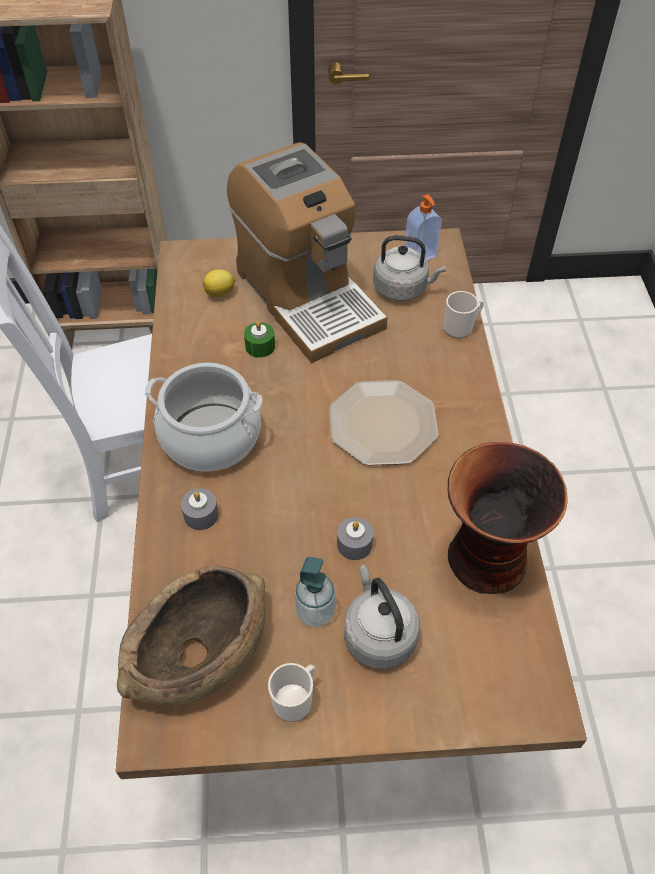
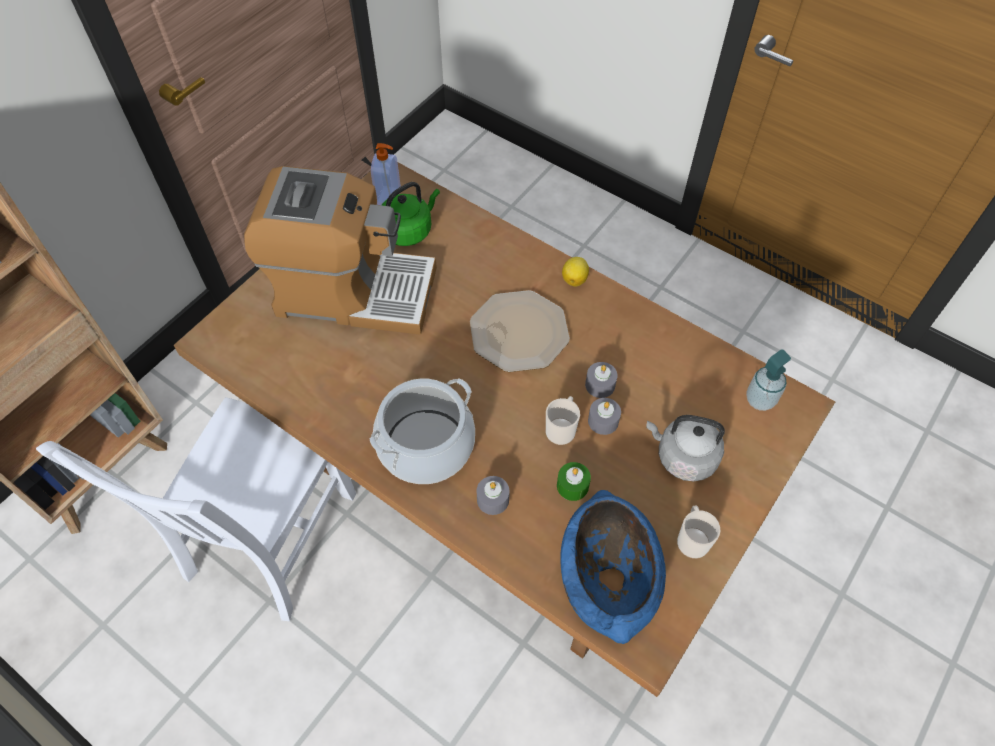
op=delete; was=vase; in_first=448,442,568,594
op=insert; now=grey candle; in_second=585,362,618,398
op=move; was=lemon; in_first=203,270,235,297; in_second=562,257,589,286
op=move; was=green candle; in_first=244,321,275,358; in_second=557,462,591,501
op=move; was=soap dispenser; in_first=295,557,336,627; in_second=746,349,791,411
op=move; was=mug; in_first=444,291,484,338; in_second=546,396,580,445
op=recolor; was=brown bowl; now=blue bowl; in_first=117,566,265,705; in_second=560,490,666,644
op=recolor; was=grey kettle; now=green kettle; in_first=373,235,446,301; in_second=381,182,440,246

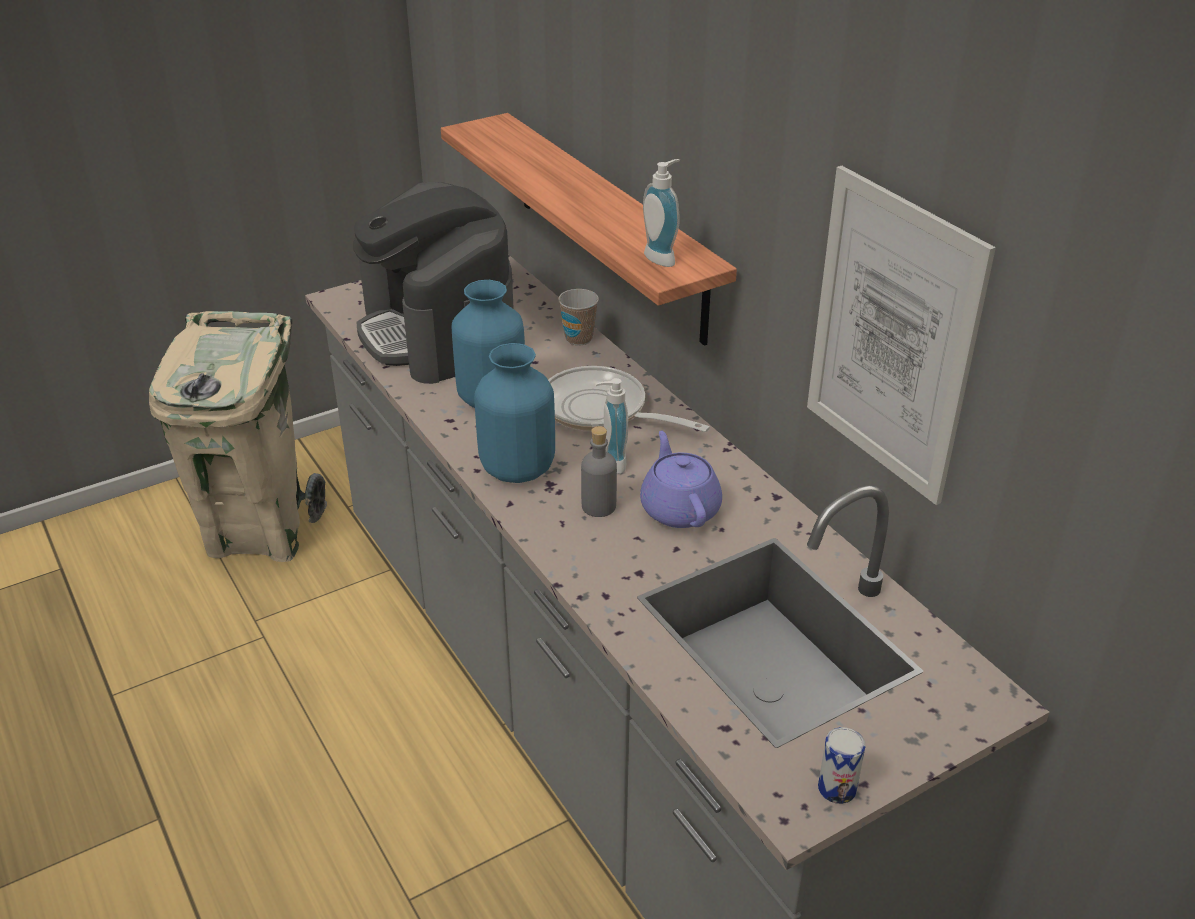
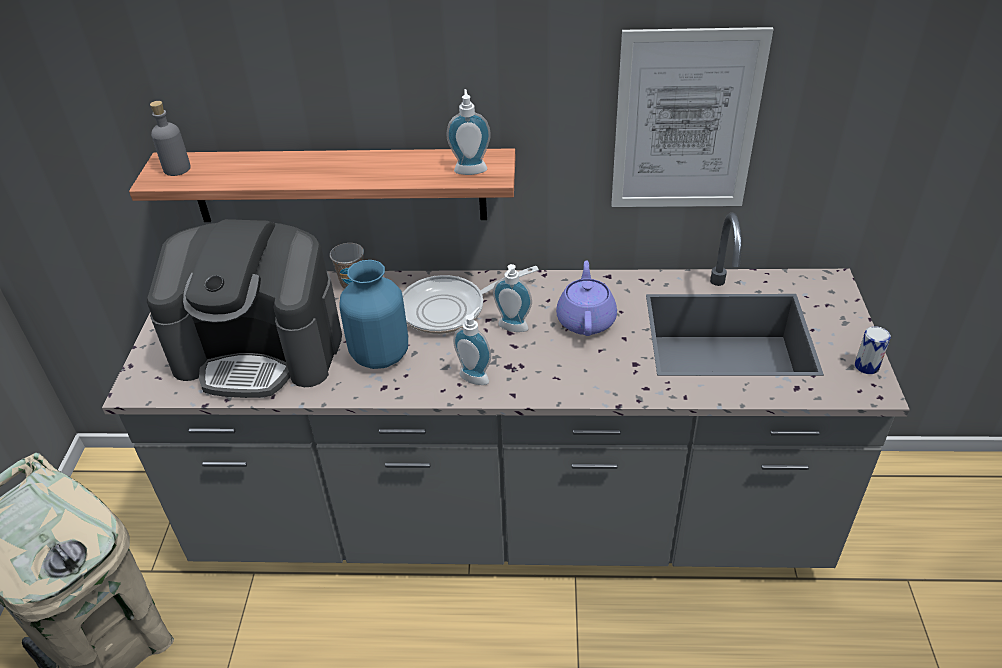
op=move; was=grey bottle; in_first=581,426,617,517; in_second=150,101,191,176
op=replace; was=blue vase; now=soap dispenser; in_first=474,343,555,483; in_second=453,307,491,385
op=rotate; was=purple teapot; in_first=640,430,722,528; in_second=556,260,617,336; clockwise=75

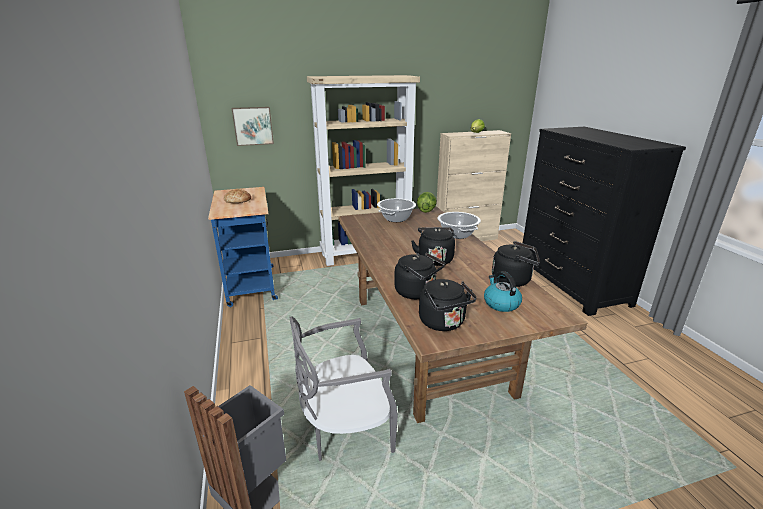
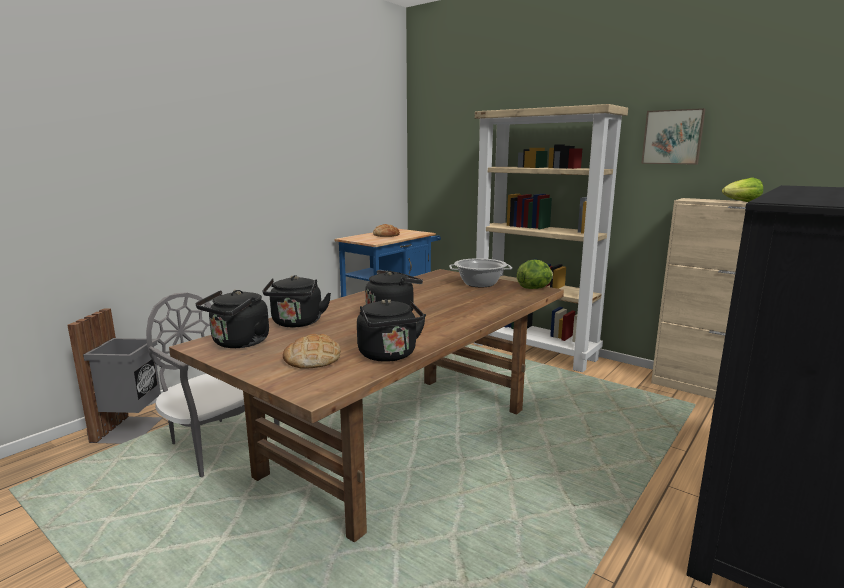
op=delete; was=cooking pot; in_first=437,212,481,239
op=move; was=picture; in_first=232,107,274,146; in_second=641,108,705,165
op=replace; was=kettle; now=bread; in_first=484,271,522,312; in_second=283,334,341,369

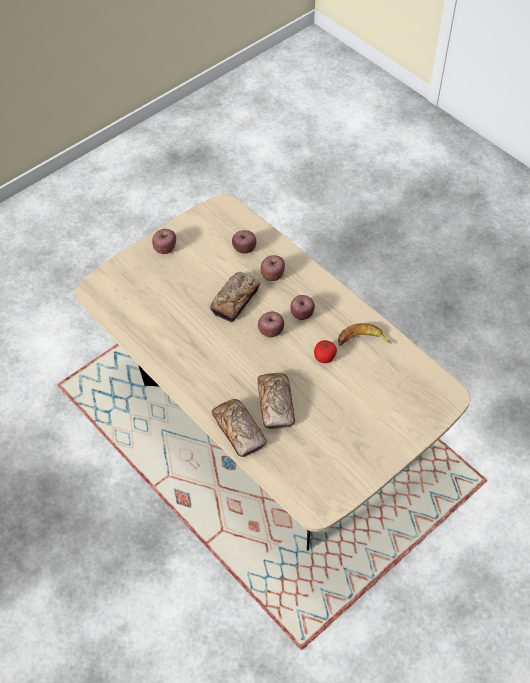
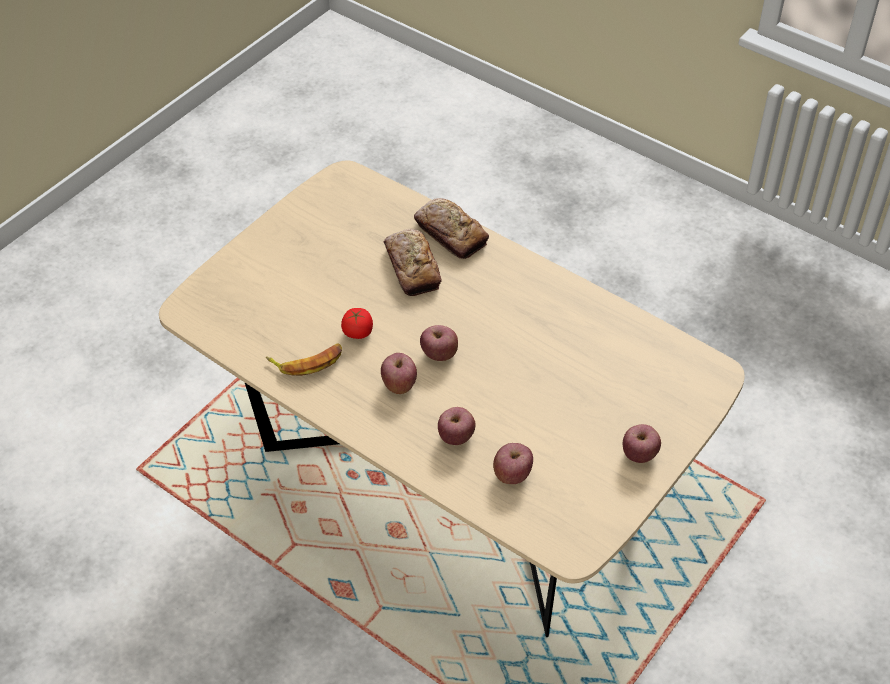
op=delete; was=bread; in_first=210,272,260,322

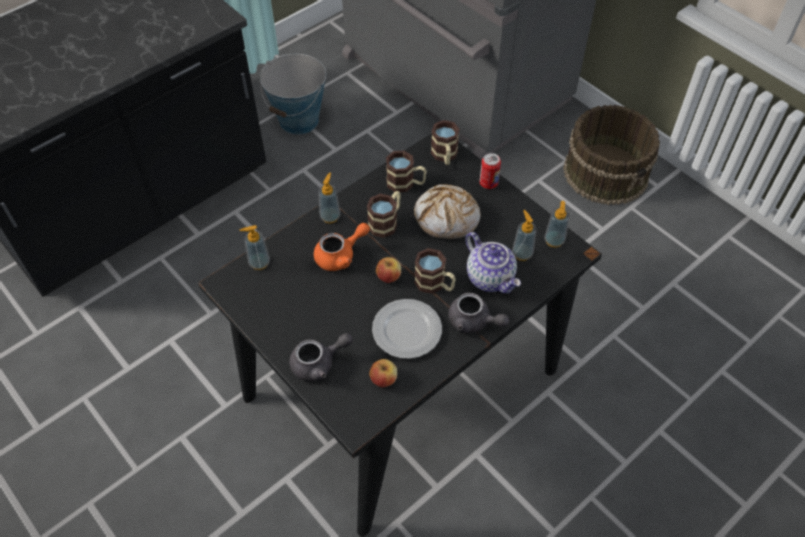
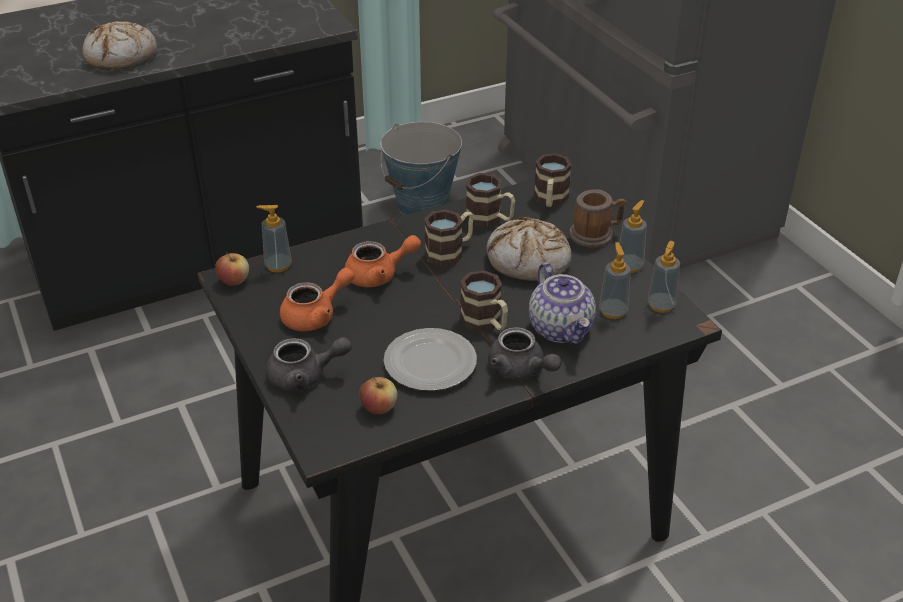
op=delete; was=brown bucket; in_first=563,105,660,205
op=insert; now=bread; in_second=83,21,157,69
op=insert; now=orange teapot; in_second=280,268,355,331
op=move; was=soap dispenser; in_first=318,172,341,223; in_second=619,200,647,273
op=move; was=apple; in_first=376,257,401,283; in_second=215,253,249,286
op=replace; was=can; now=mug; in_first=479,153,501,189; in_second=569,189,627,248

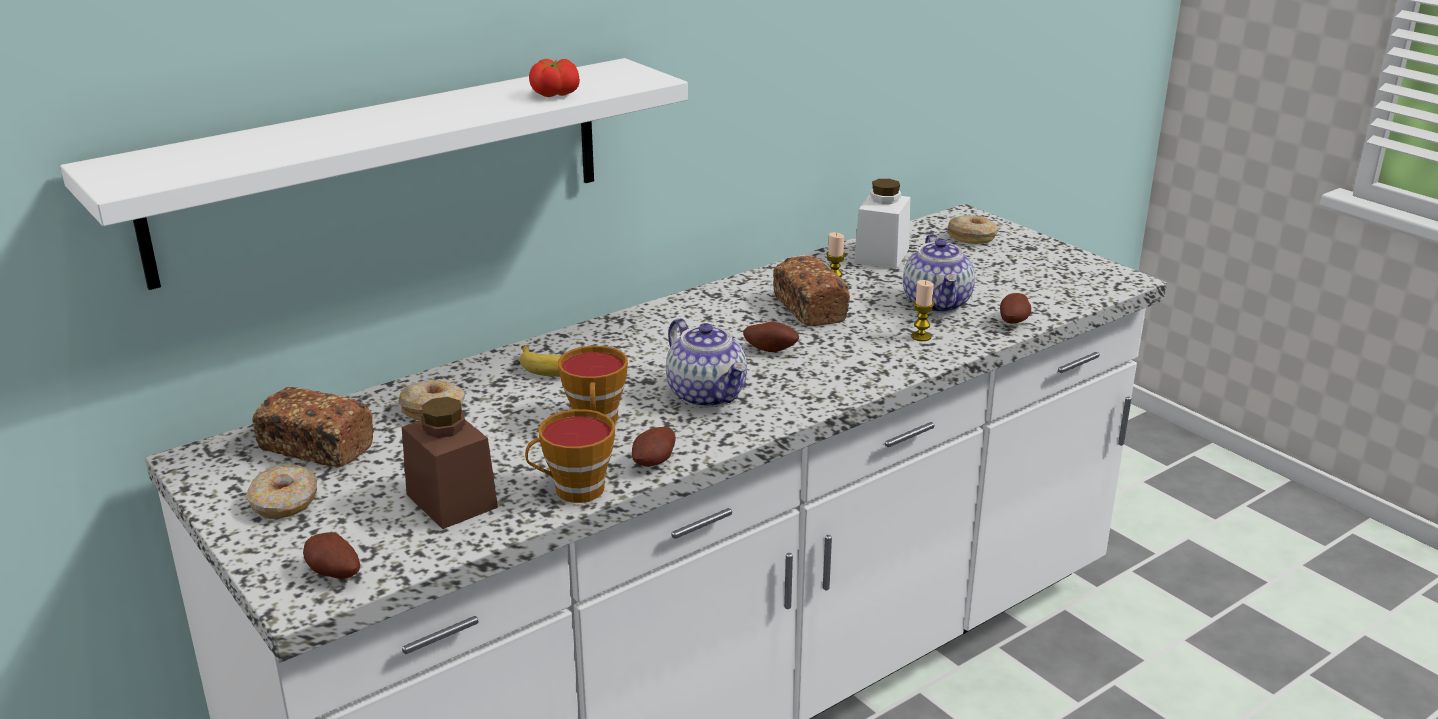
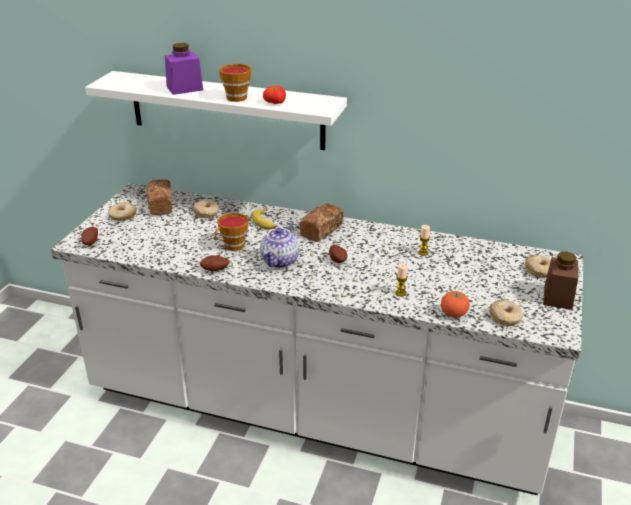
op=delete; was=white jar; in_first=854,179,910,269
op=delete; was=teapot; in_first=903,234,975,313
op=insert; now=purple jar; in_second=165,43,203,95
op=insert; now=donut; in_second=490,300,523,326
op=move; was=brown jar; in_first=402,397,498,529; in_second=543,252,578,310
op=move; was=cup; in_first=525,409,615,503; in_second=219,64,251,102
op=move; was=bread; in_first=773,256,850,326; in_second=299,203,343,242
op=replace; was=potato; now=tomato; in_first=1000,293,1031,324; in_second=441,291,470,318

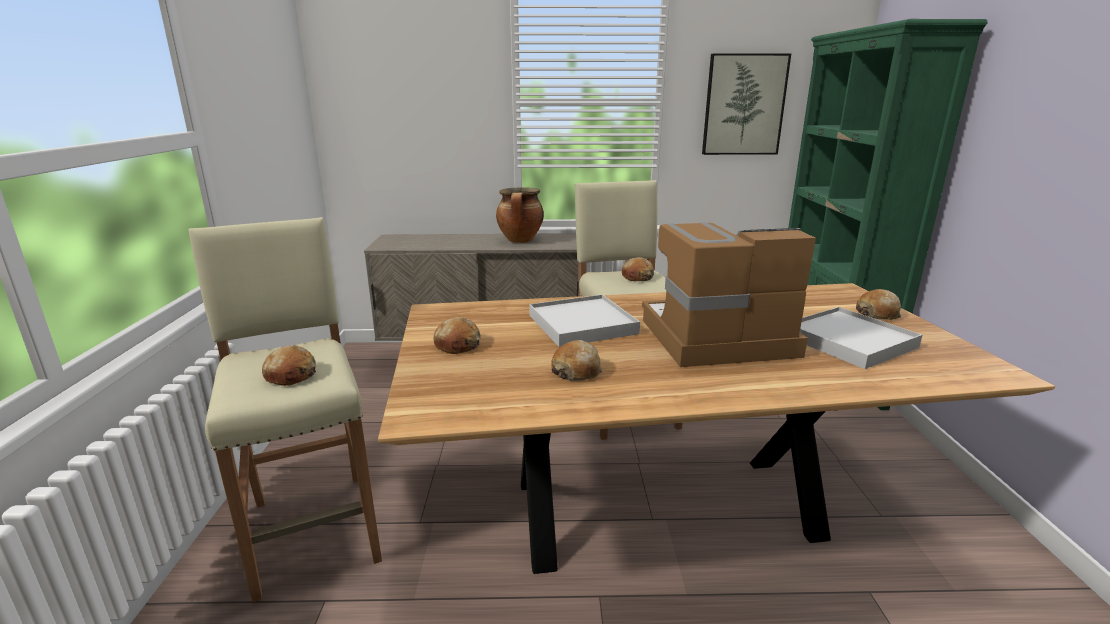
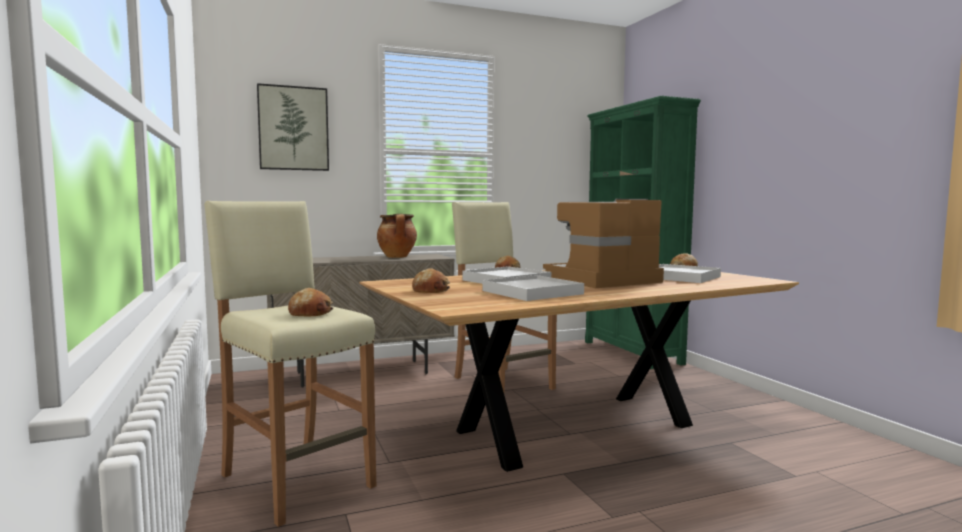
op=move; was=picture; in_first=702,54,791,155; in_second=257,83,329,171
op=replace; was=bread; now=white tray; in_first=551,340,603,381; in_second=482,275,584,301

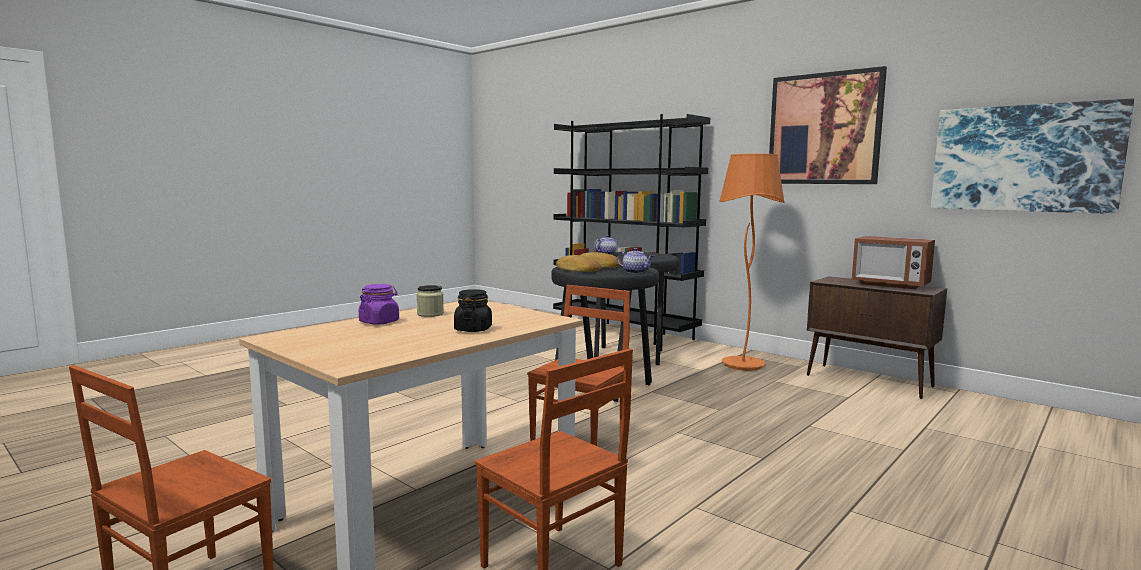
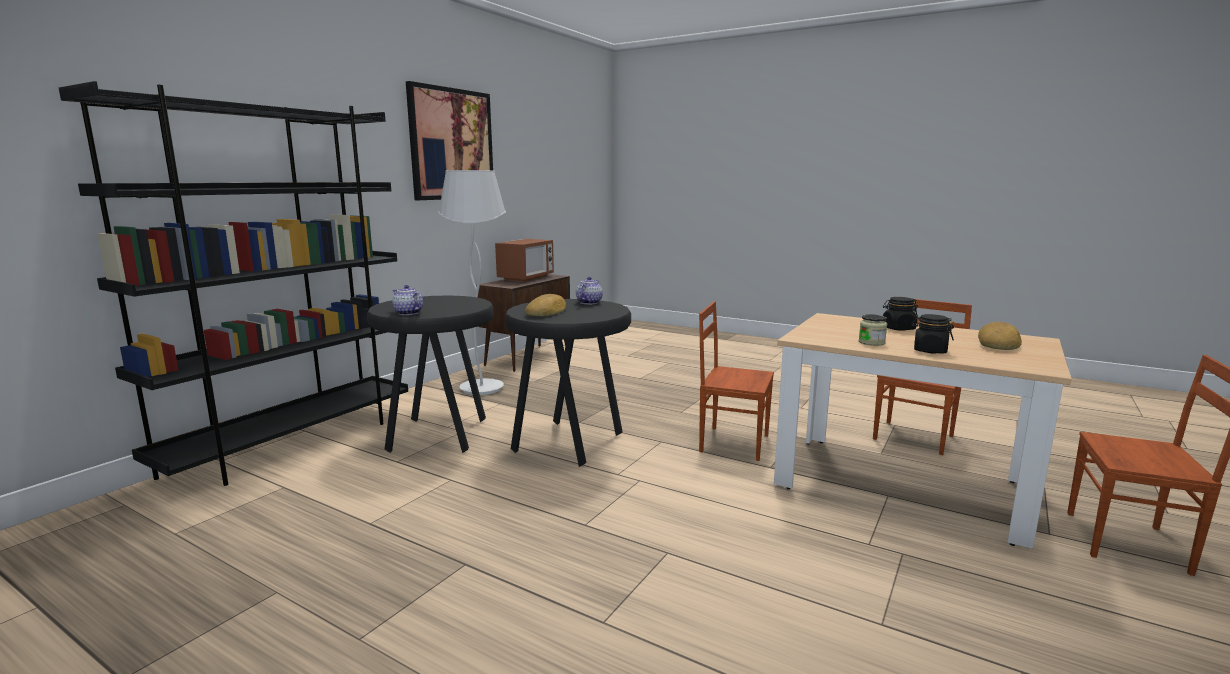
op=delete; was=picture; in_first=931,98,1134,214
op=move; was=bread; in_first=556,255,601,272; in_second=978,322,1022,350
op=recolor; was=purple jar; now=black jar; in_first=359,284,399,325; in_second=911,314,954,353
op=recolor; was=orange floor lamp; now=white floor lamp; in_first=719,154,785,371; in_second=438,170,506,395

